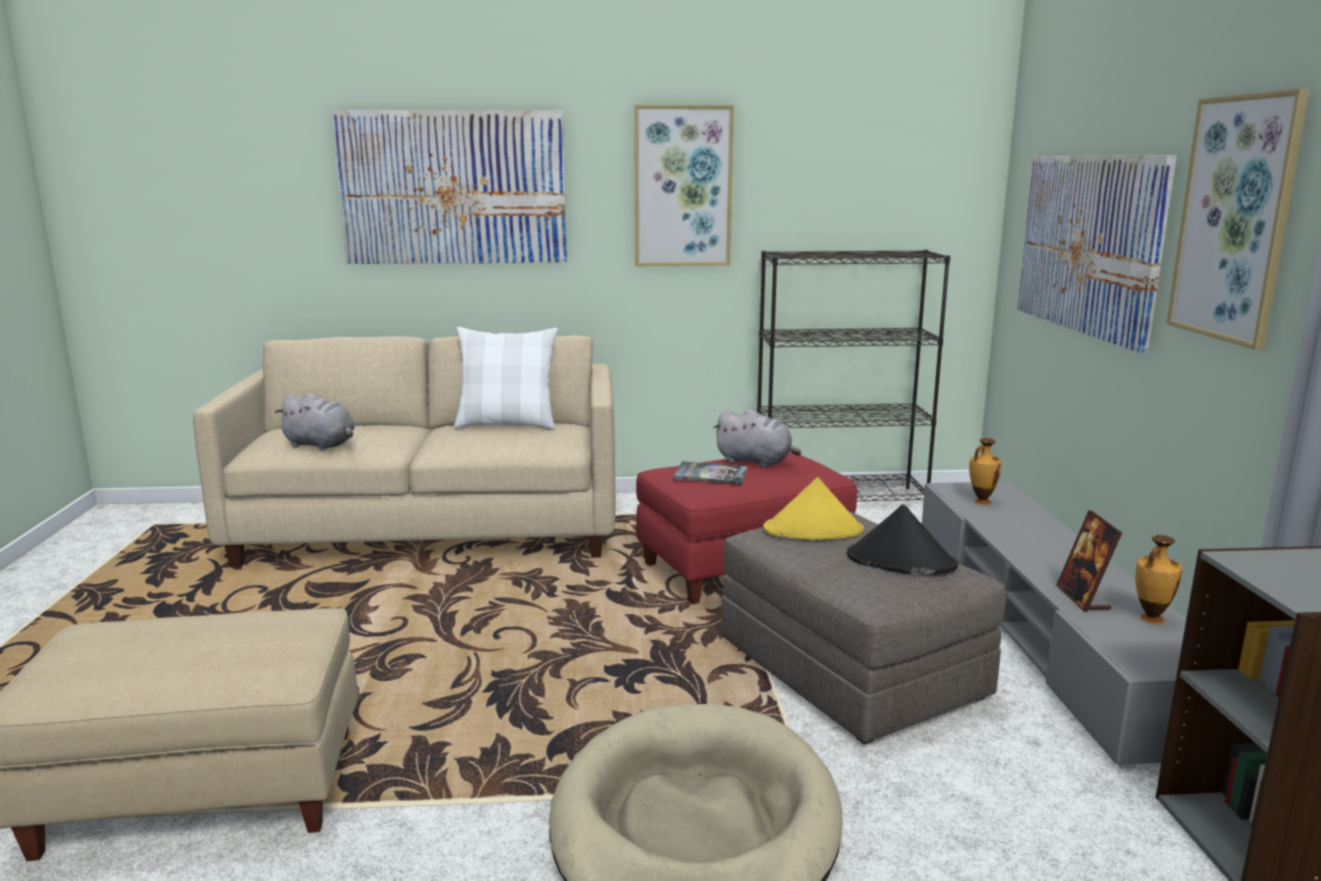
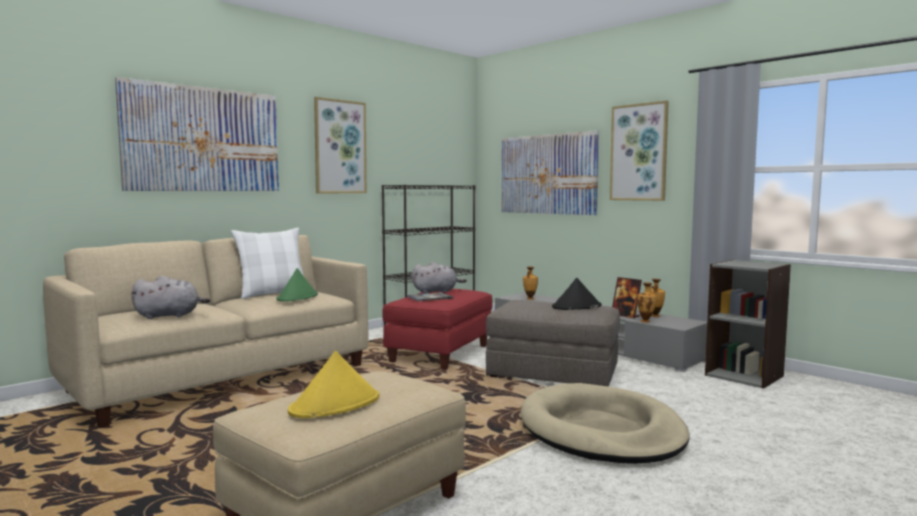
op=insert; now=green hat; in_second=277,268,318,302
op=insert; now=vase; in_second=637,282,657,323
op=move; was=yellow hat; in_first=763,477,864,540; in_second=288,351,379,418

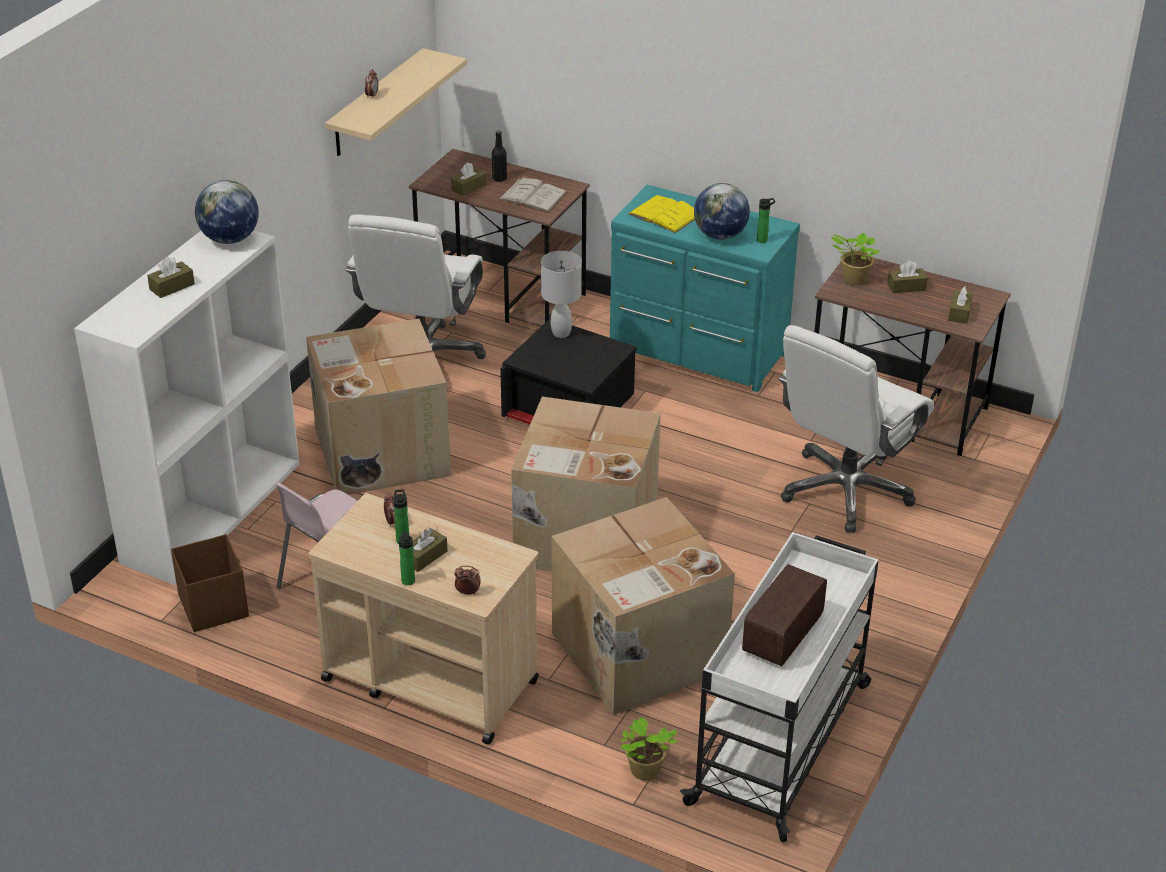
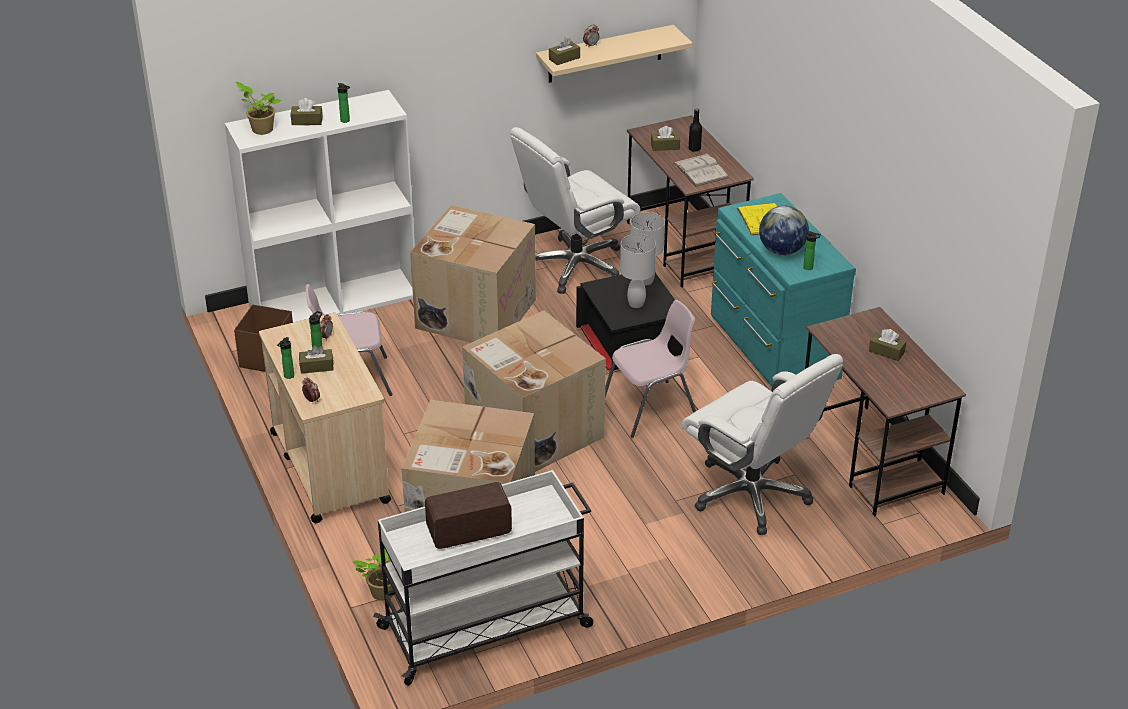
op=delete; was=globe; in_first=195,180,259,244
op=insert; now=bottle; in_second=338,83,350,123
op=insert; now=pink chair; in_second=605,300,696,438
op=insert; now=white table lamp; in_second=620,234,656,308
op=move; was=potted plant; in_first=831,233,879,285; in_second=236,82,281,135
op=move; was=brown tissue box; in_first=948,286,973,324; in_second=549,37,580,65
op=rotate; was=white office chair; in_first=779,325,934,533; in_second=682,354,843,535; clockwise=-120

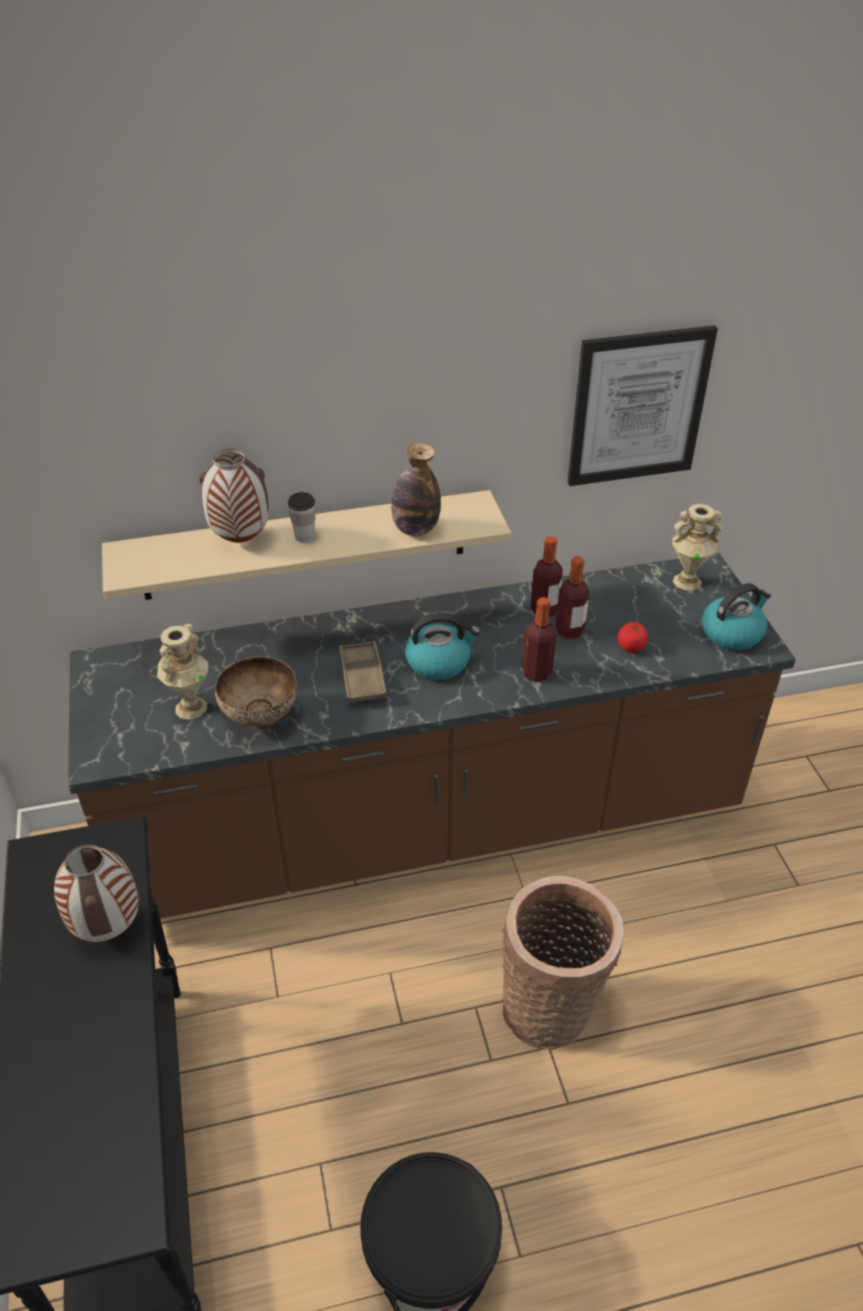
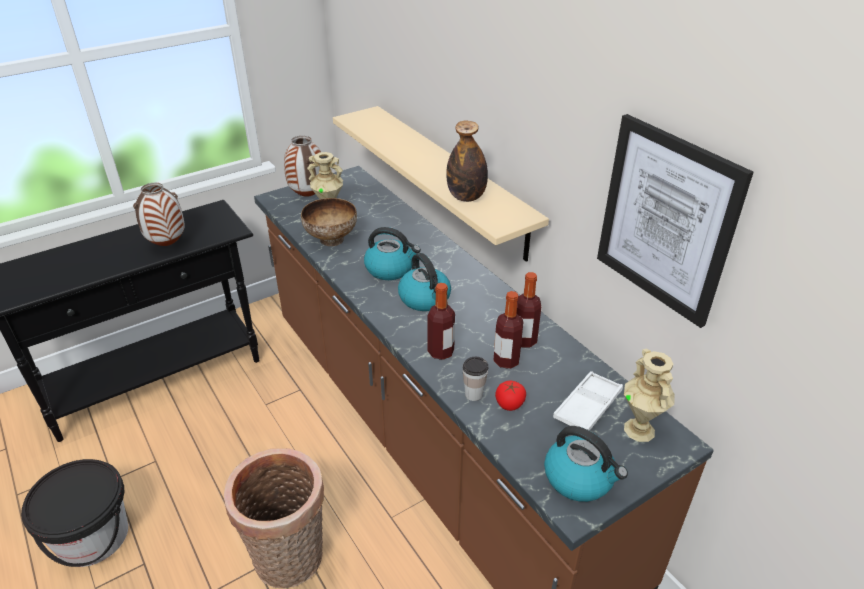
op=insert; now=white tray; in_second=553,371,623,431
op=move; was=vase; in_first=199,448,269,543; in_second=284,136,321,197
op=move; was=cup; in_first=288,492,316,543; in_second=463,357,488,401
op=replace; was=brown tray; now=kettle; in_first=339,641,387,703; in_second=364,227,421,280

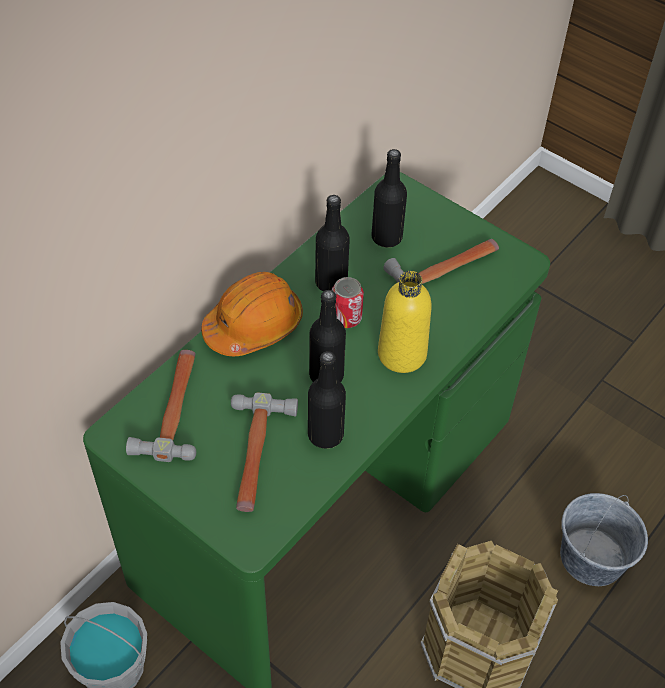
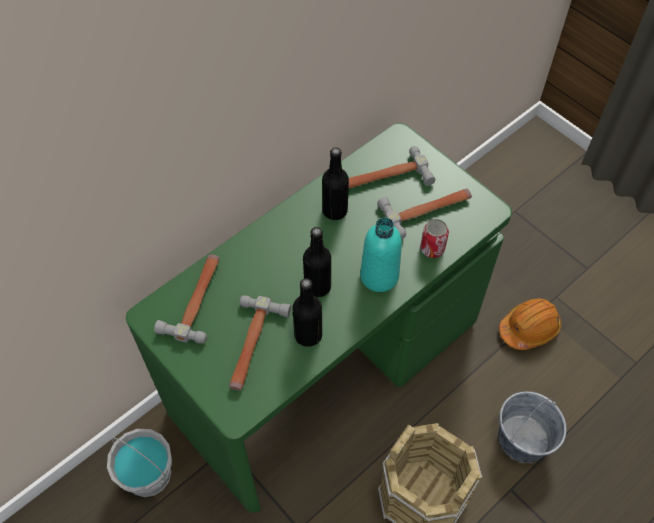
op=move; was=orange hard hat; in_first=201,272,303,356; in_second=499,299,561,350
op=move; was=can; in_first=332,277,364,328; in_second=420,219,449,258
op=replace; was=black bottle; now=hammer; in_first=371,149,407,248; in_second=348,146,435,189
op=recolor; was=yellow bottle; now=turquoise bottle; in_first=378,271,431,373; in_second=360,217,402,292

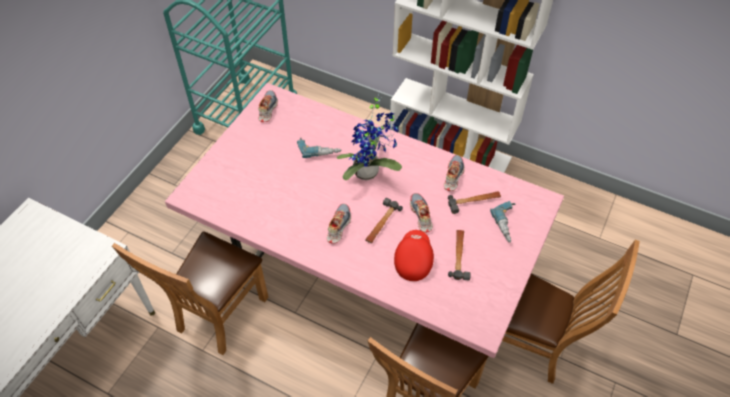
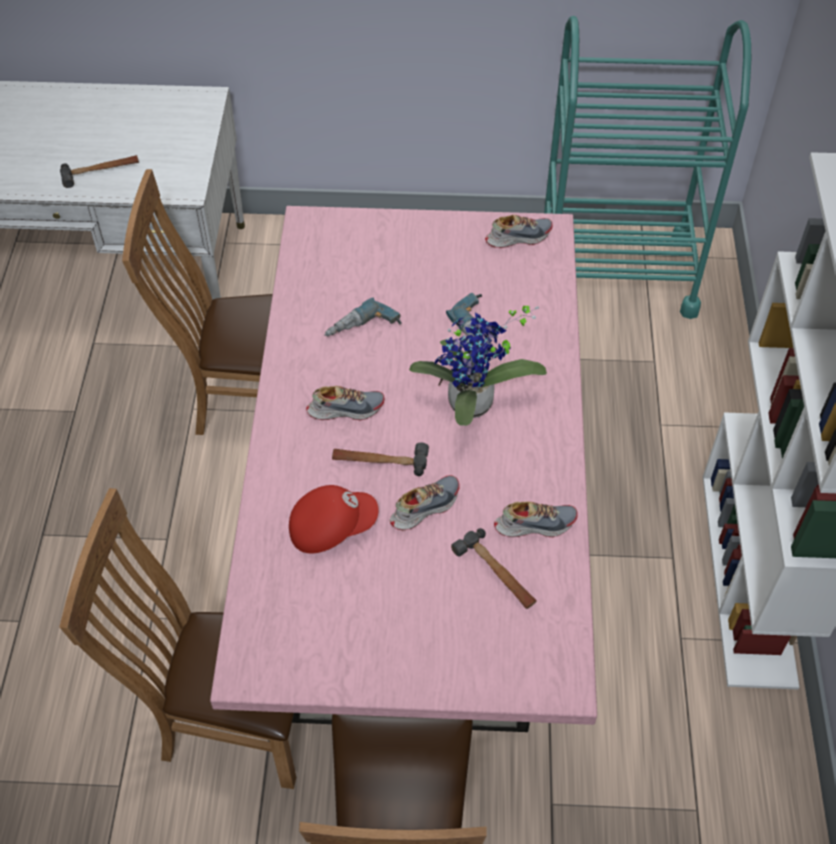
op=move; was=hammer; in_first=448,230,471,281; in_second=60,155,139,188
op=move; was=power drill; in_first=490,201,515,243; in_second=324,298,402,336

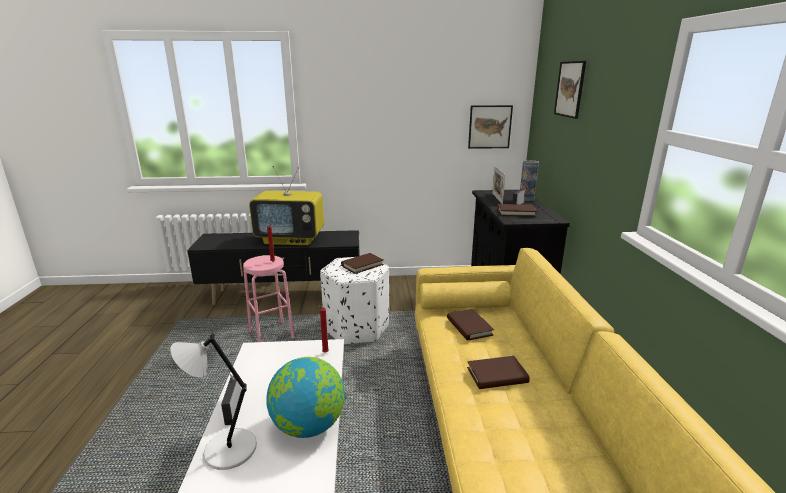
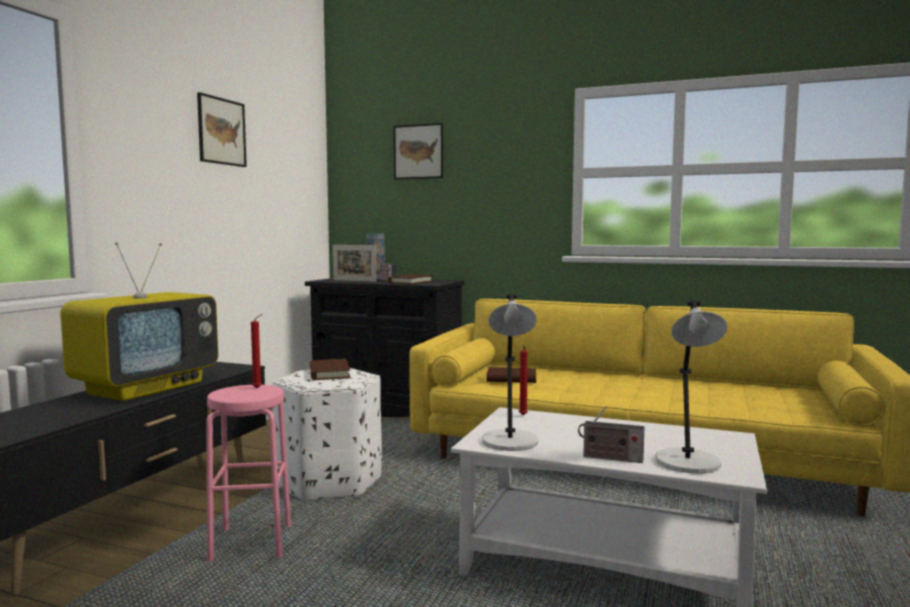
op=delete; was=globe; in_first=266,357,345,438
op=delete; was=brown book; in_first=467,356,530,389
op=insert; now=grey table lamp; in_second=482,294,539,451
op=move; was=picture; in_first=468,105,513,149; in_second=197,92,247,167

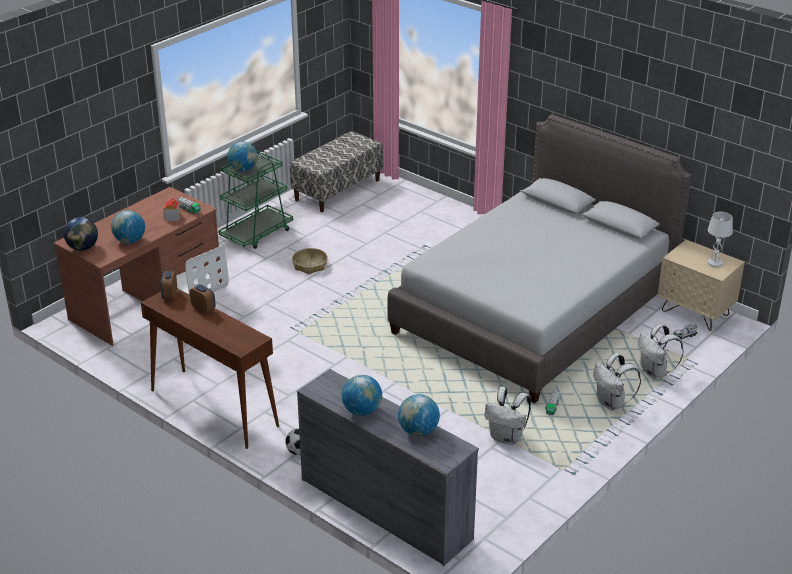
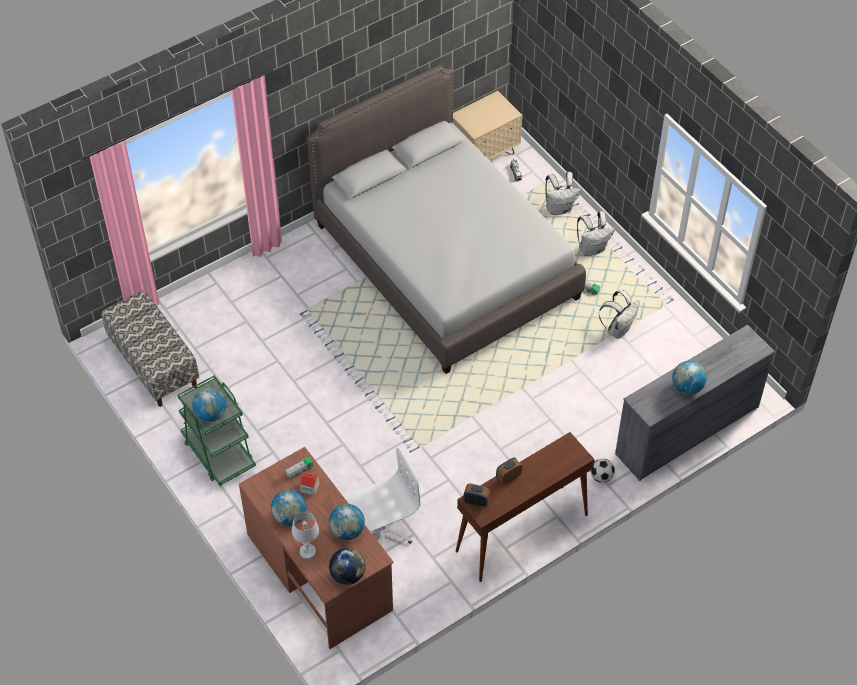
op=delete; was=basket; in_first=292,248,328,274
op=move; was=globe; in_first=398,394,440,436; in_second=271,490,307,526
op=move; was=white table lamp; in_first=707,212,733,267; in_second=292,512,319,559

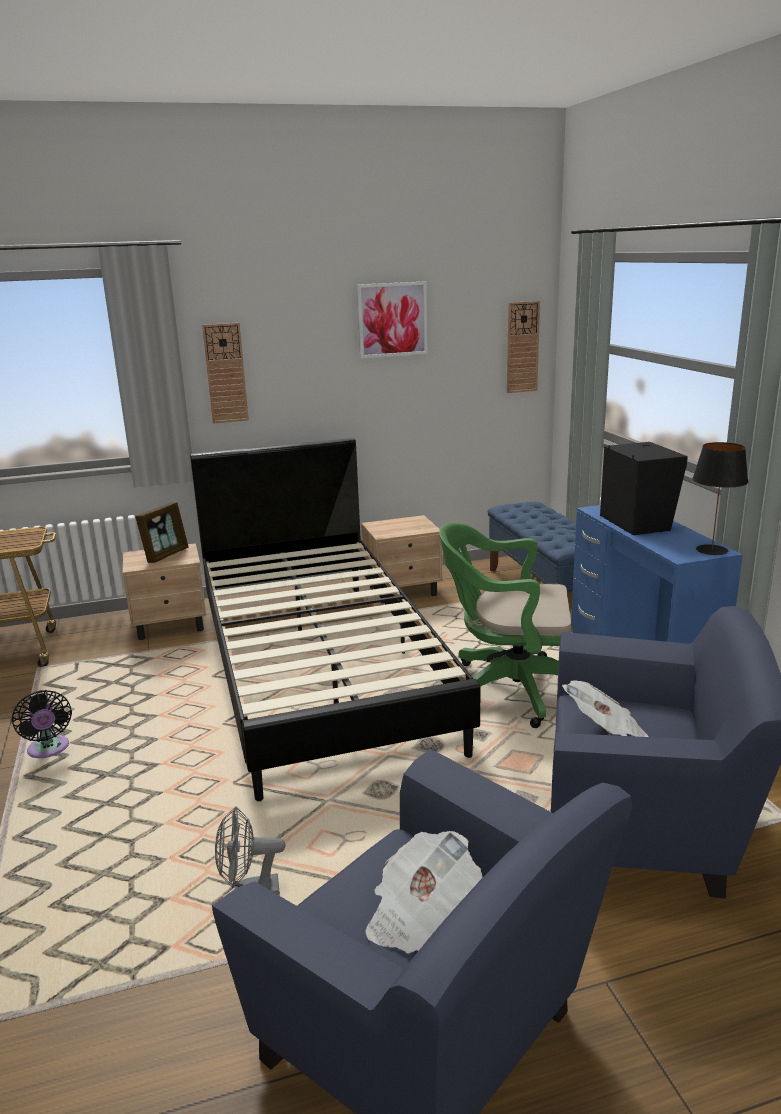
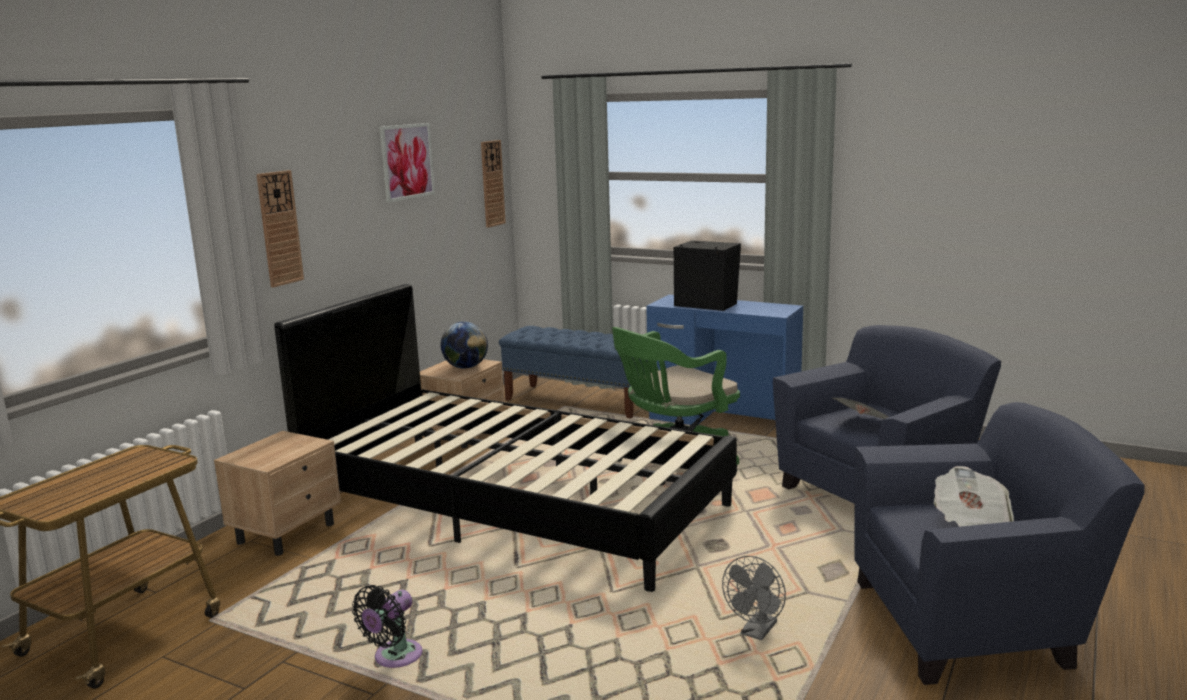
op=delete; was=picture frame; in_first=135,502,189,563
op=delete; was=black table lamp; in_first=692,442,748,555
op=insert; now=globe; in_second=441,322,488,369
op=rotate; was=black fan; in_first=12,690,72,758; in_second=352,585,423,668; clockwise=105

